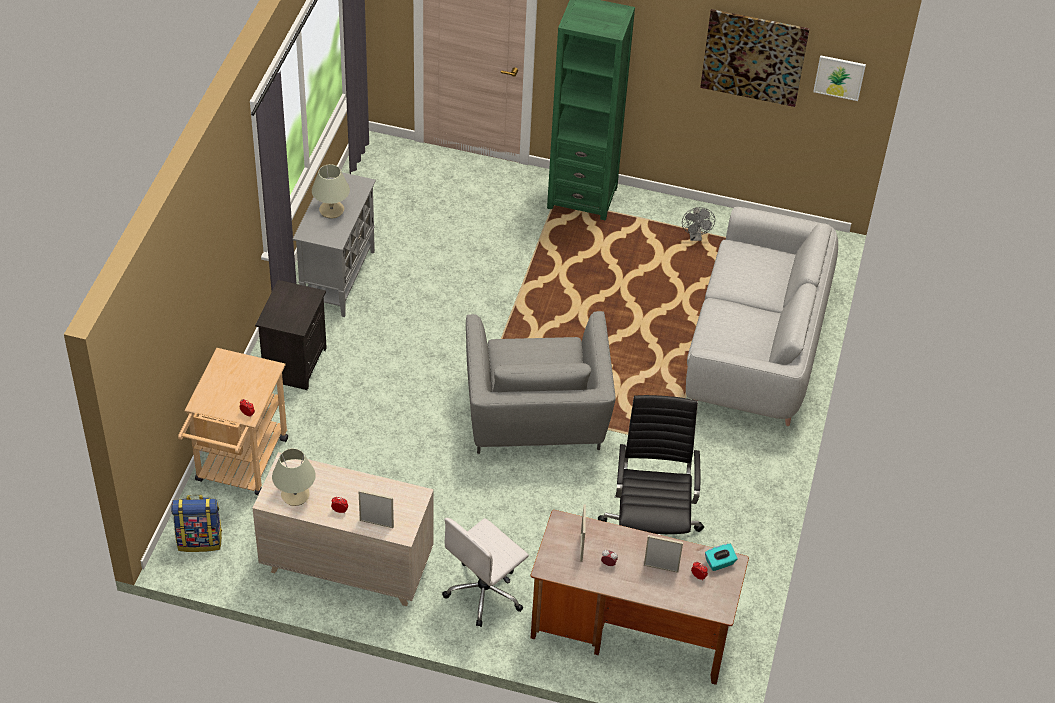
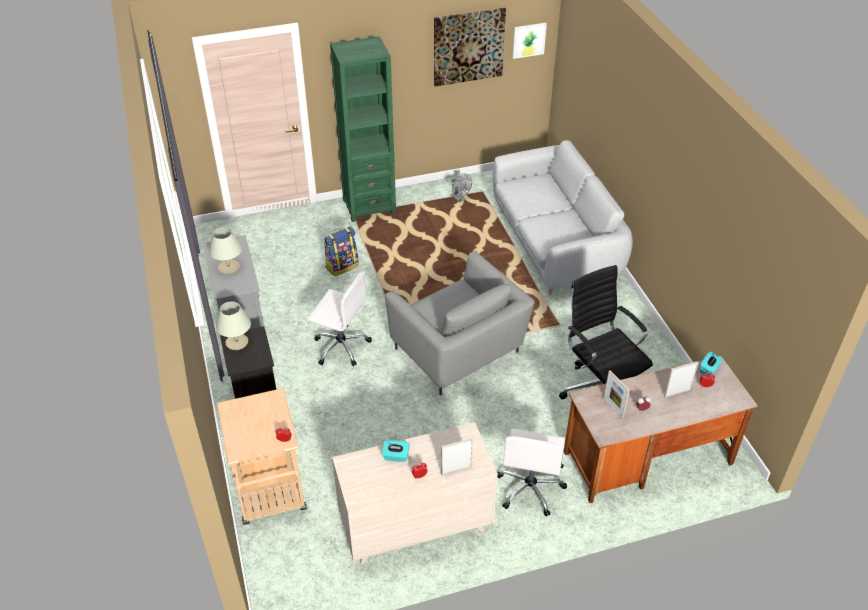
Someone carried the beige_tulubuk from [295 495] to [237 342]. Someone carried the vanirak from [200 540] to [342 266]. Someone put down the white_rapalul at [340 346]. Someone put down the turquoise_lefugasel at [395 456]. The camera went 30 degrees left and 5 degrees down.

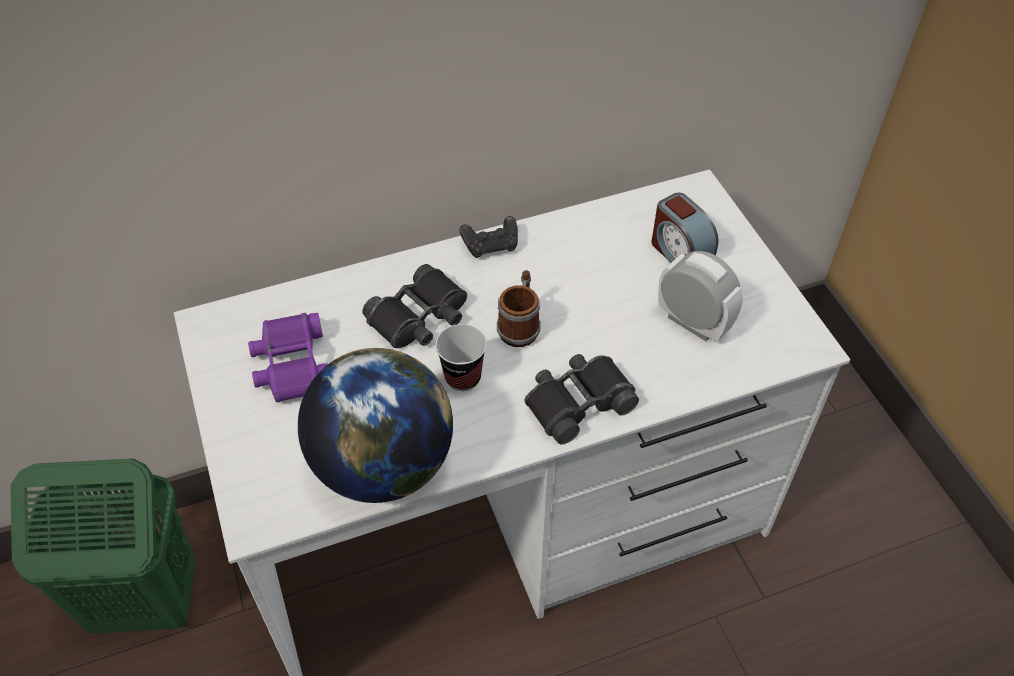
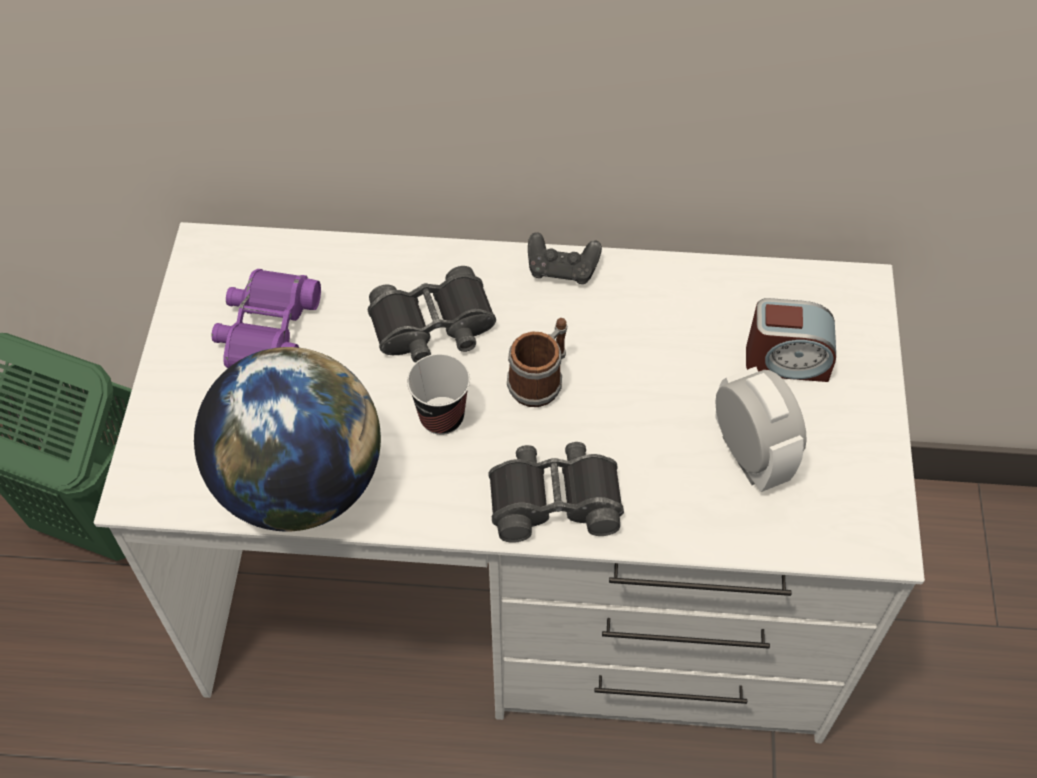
Someone rotated the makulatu at [680 253] by 75 degrees counterclockwise. The camera went 25 degrees right and 5 degrees up.

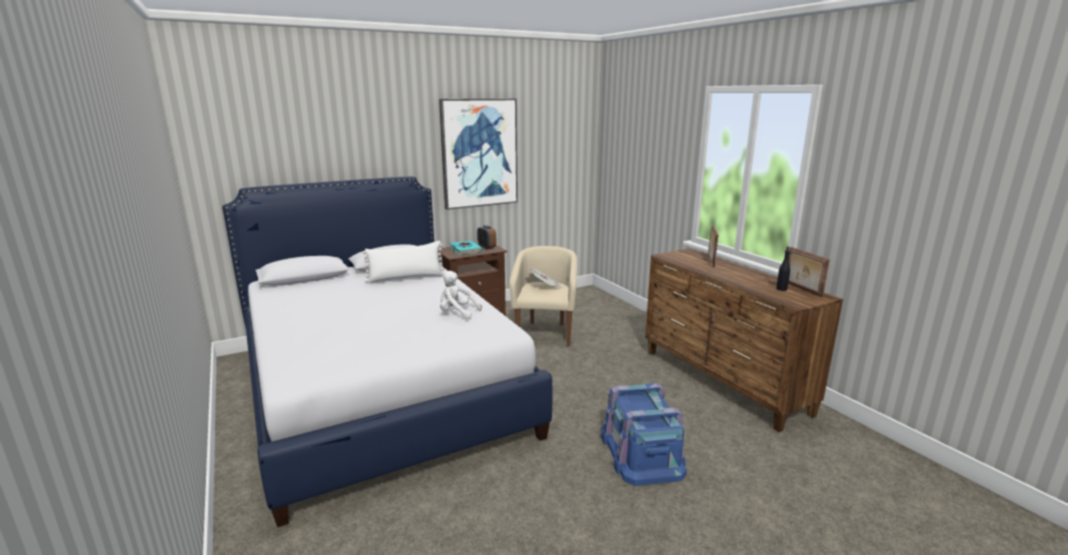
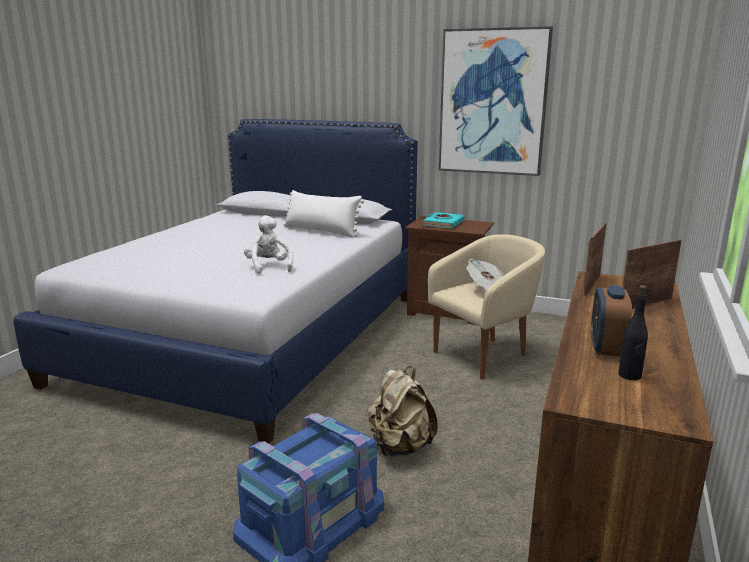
Someone carried the makulatu from [486 247] to [606 348]. Someone carried the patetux from [802 289] to [591 284]. Someone put down the beige_vanirak at [399 447]. The camera went 50 degrees right and 0 degrees up.

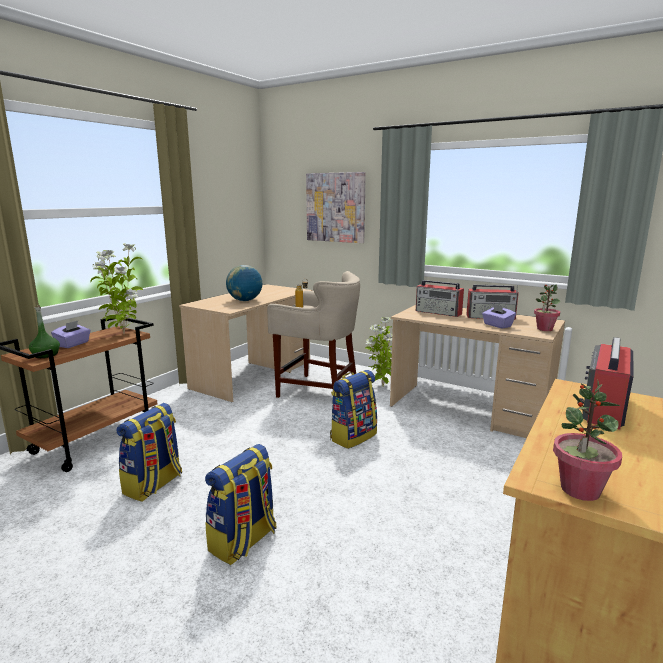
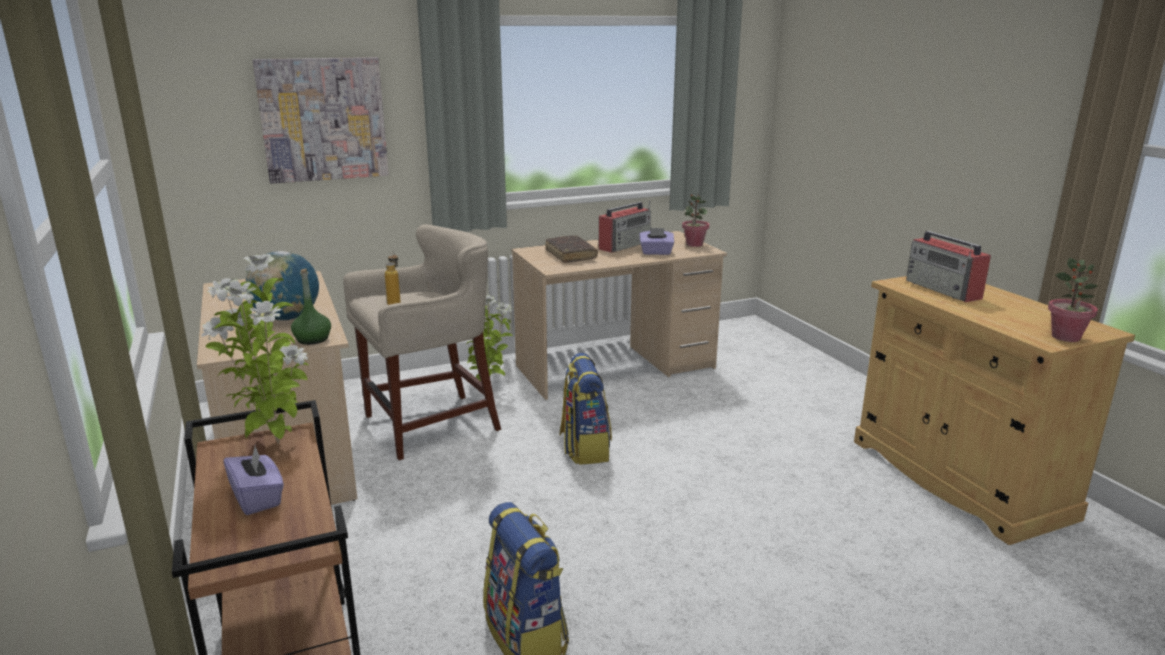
Someone swapped the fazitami at [439 312] for the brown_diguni at [571 255]. Someone carried the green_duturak from [45 355] to [312 339]. Someone took away the vanirak at [243 541]. The camera went 55 degrees left and 5 degrees up.

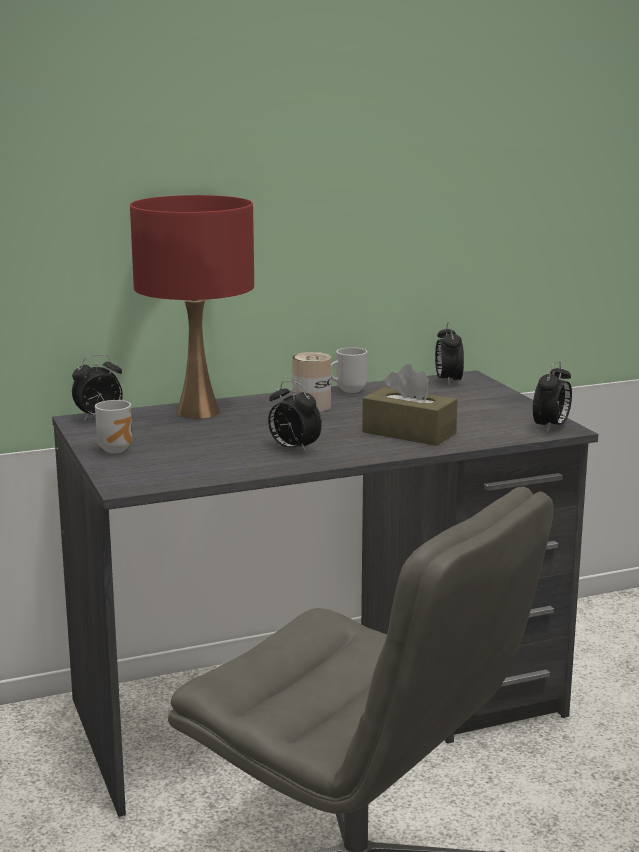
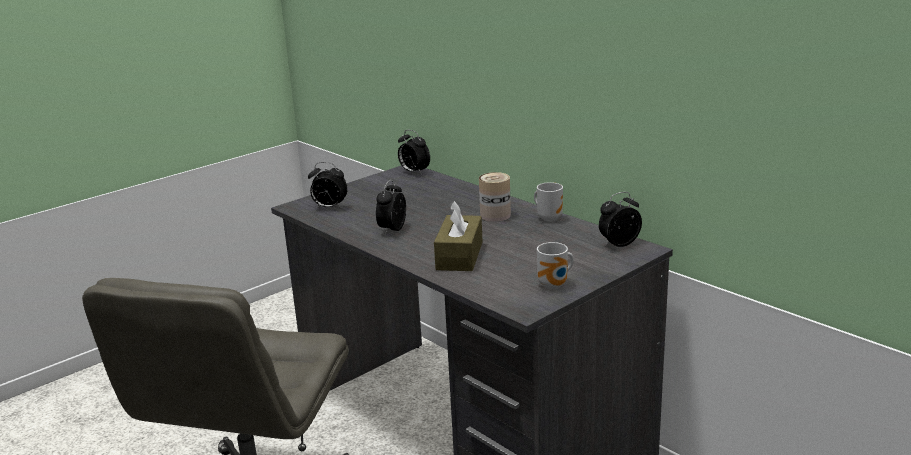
Someone took away the red_tulubuk at [198 411]. Someone carried the makulatu from [551 427] to [329 208]. Someone carried the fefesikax from [117 449] to [555 285]. The camera went 70 degrees right and 5 degrees up.

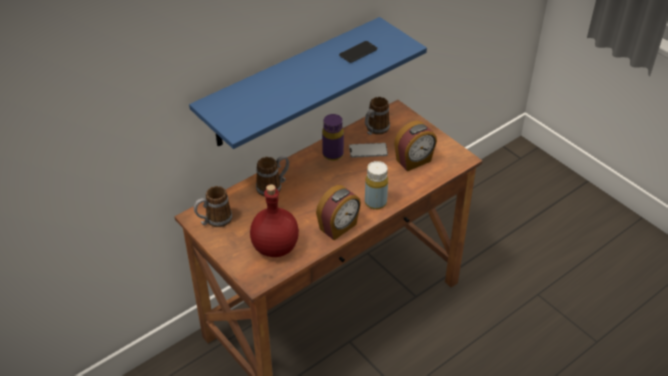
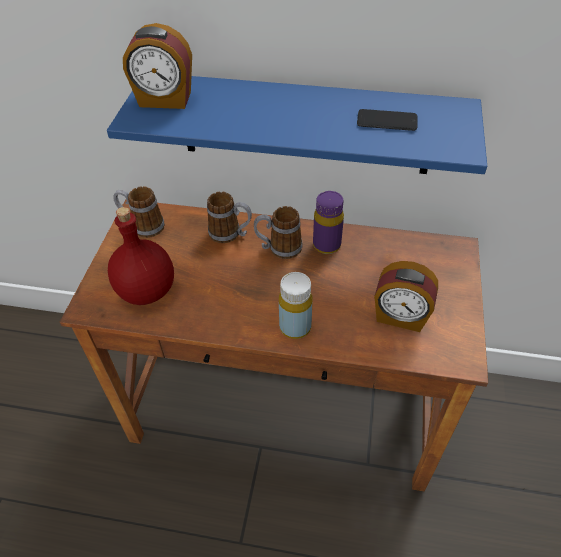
Someone carried the fefesikax from [375 130] to [279 248]. Someone took away the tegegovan at [368 151]. Someone carried the makulatu from [338 227] to [165 100]. The camera went 50 degrees right and 5 degrees up.

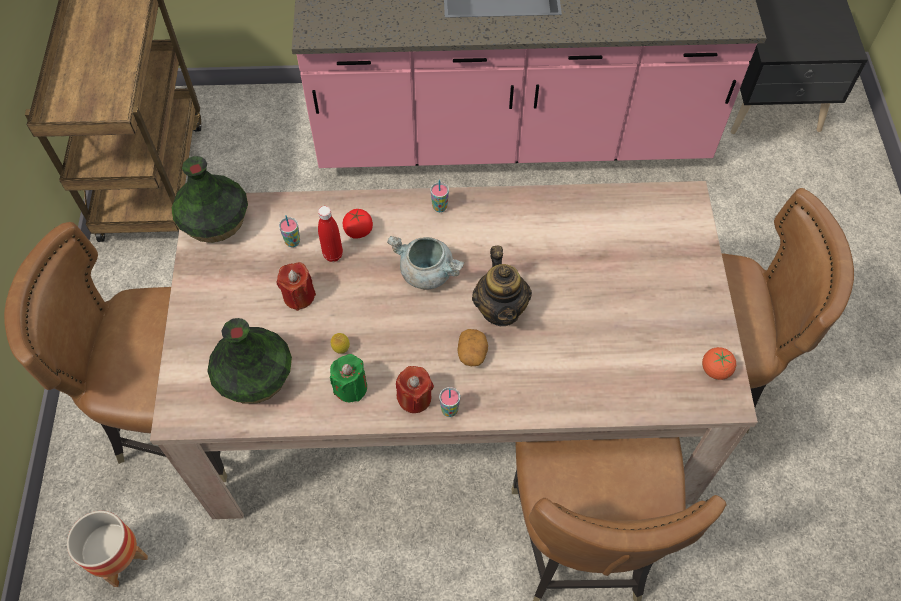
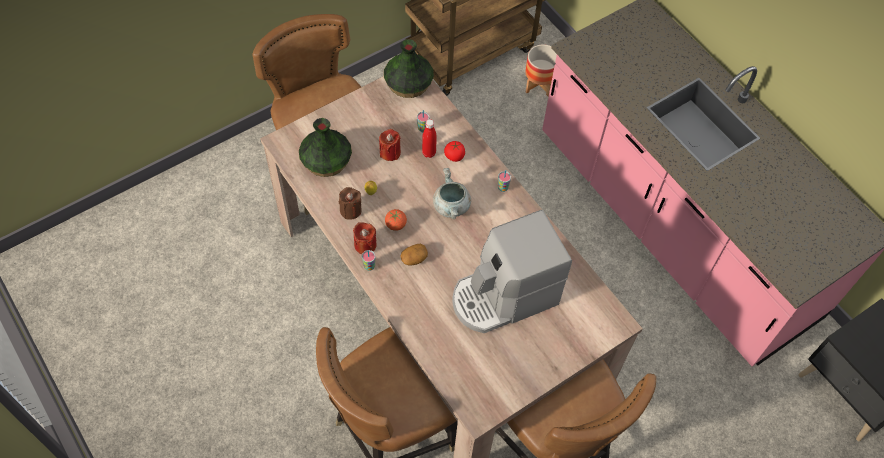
Someone took away the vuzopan at [501 309]. Someone carried the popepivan from [715 370] to [395 225]. Someone repainted the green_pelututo at [350 387], which became the brown_pelututo at [350 210]. Someone carried the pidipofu from [119 558] to [539 85]. Someone put down the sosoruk at [504 297]. The camera went 55 degrees right and 0 degrees up.

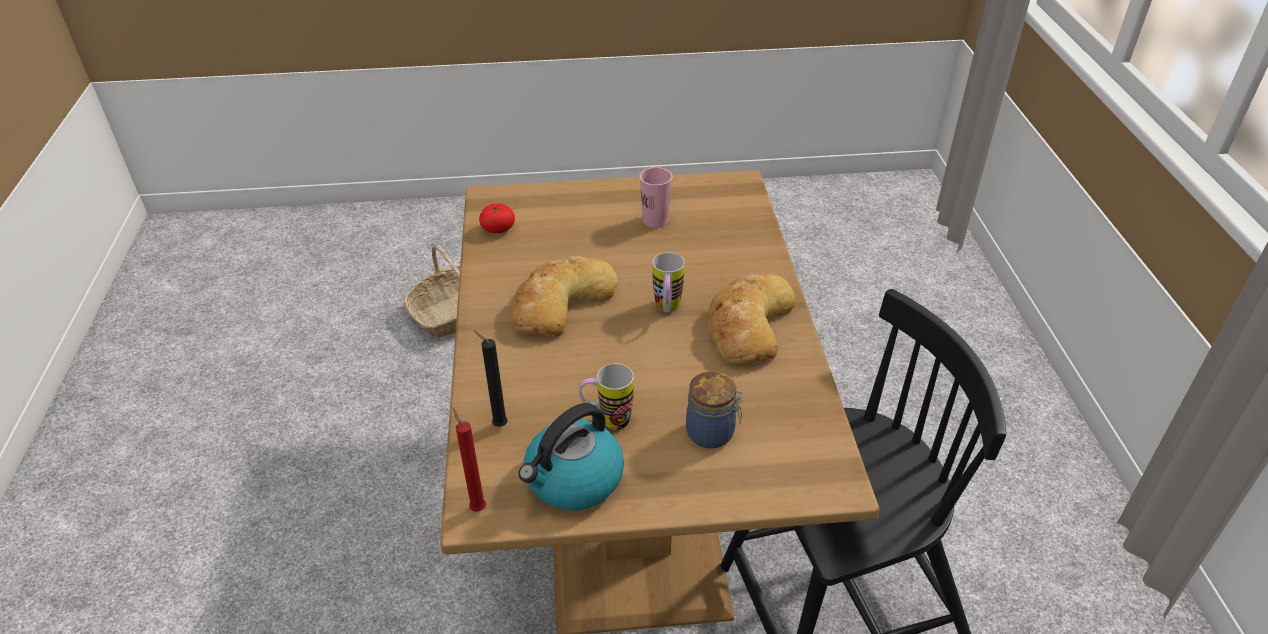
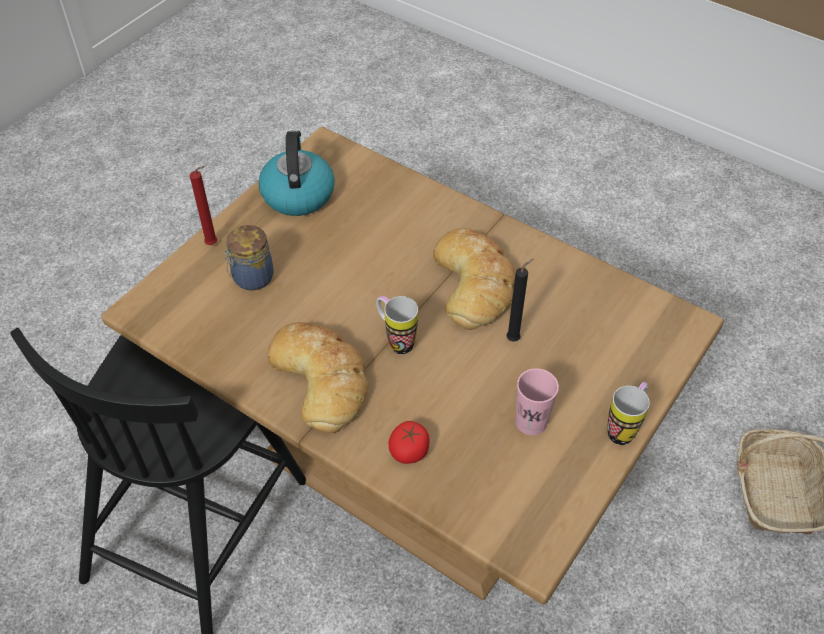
Someone carried the popepivan from [498 228] to [409 450]. Someone carried the black_pelututo from [498 424] to [515 338]. Someone carried the fefesikax from [607 420] to [624 428]. Someone carried the red_pelututo from [477 507] to [214 244]. The camera went 130 degrees right and 10 degrees up.

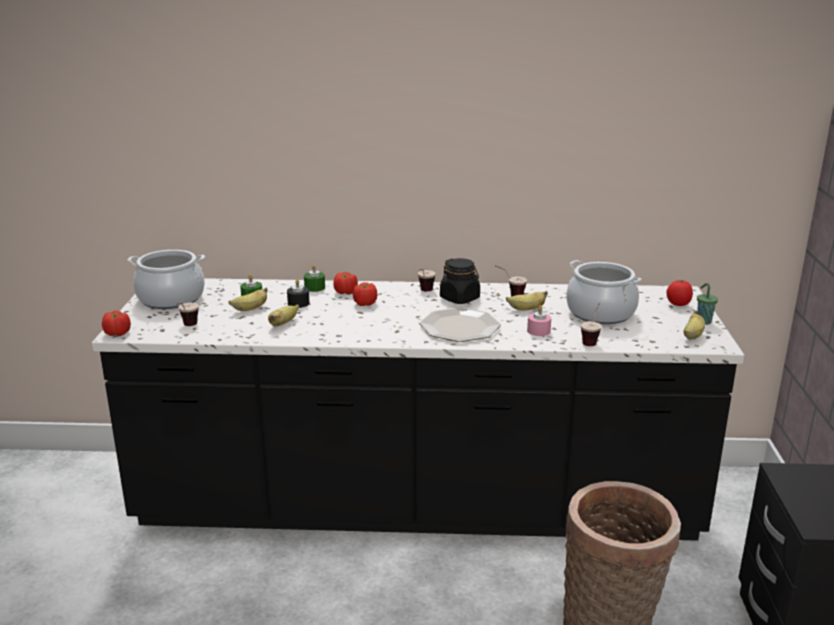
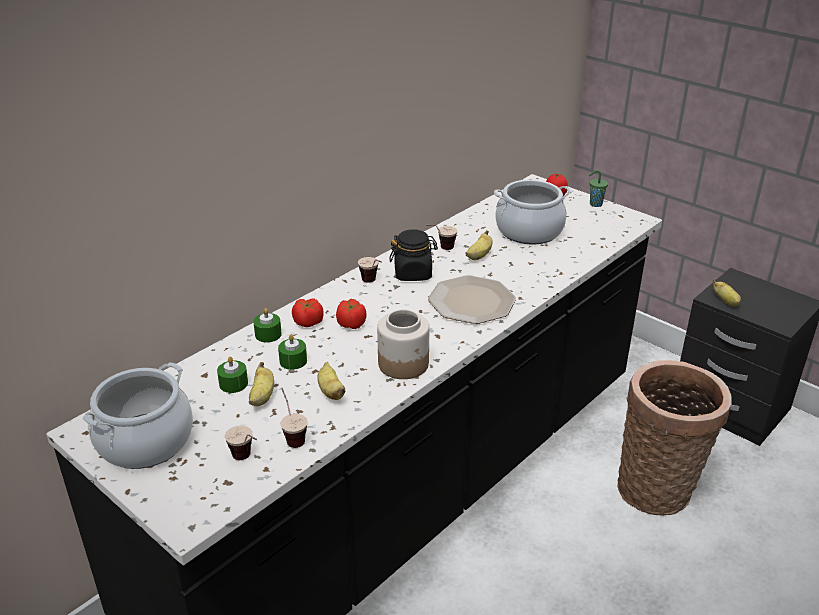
Someone repainted the black_pelututo at [298 303], which became the green_pelututo at [293 361]. Someone carried the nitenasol from [591 340] to [292 435]. Someone took away the pink_pelututo at [538 331]. Someone took away the popepivan at [117 333]. Someone carried the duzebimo from [692 336] to [726 301]. Someone put down the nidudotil at [404 364]. The camera went 50 degrees left and 10 degrees up.

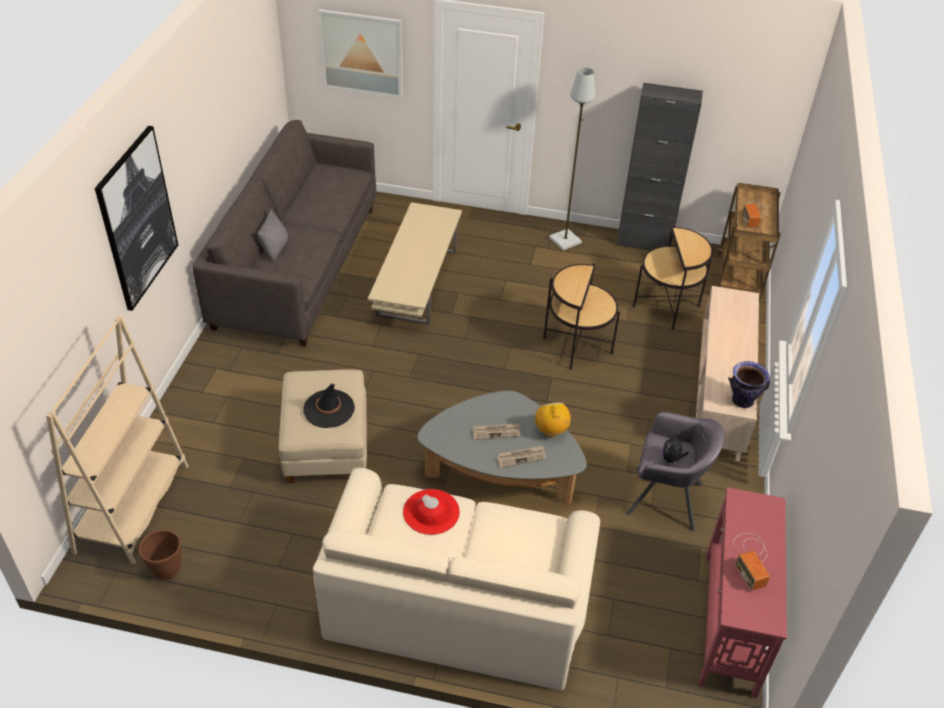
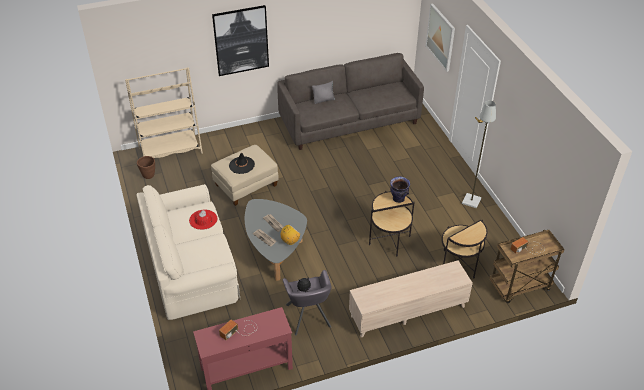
Someone took away the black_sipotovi at [643 242]. Someone took away the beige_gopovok at [417 282]. Someone carried the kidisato from [742 401] to [398 199]. The camera went 60 degrees right and 0 degrees up.

